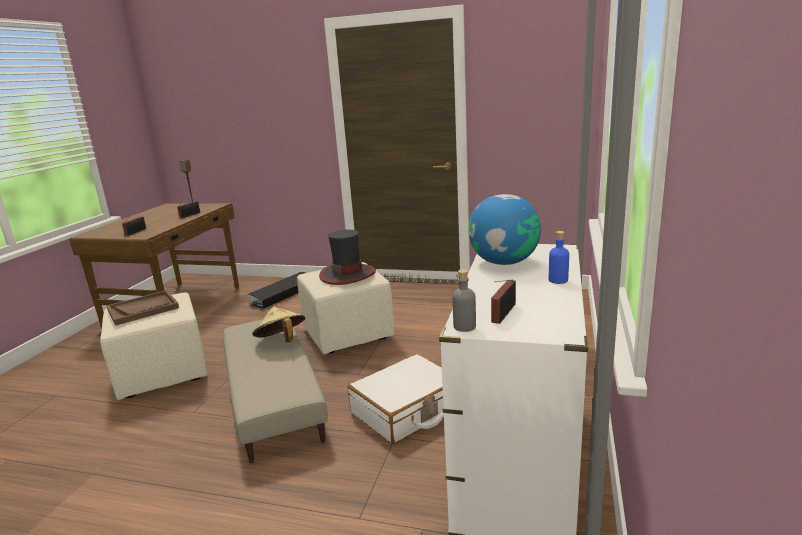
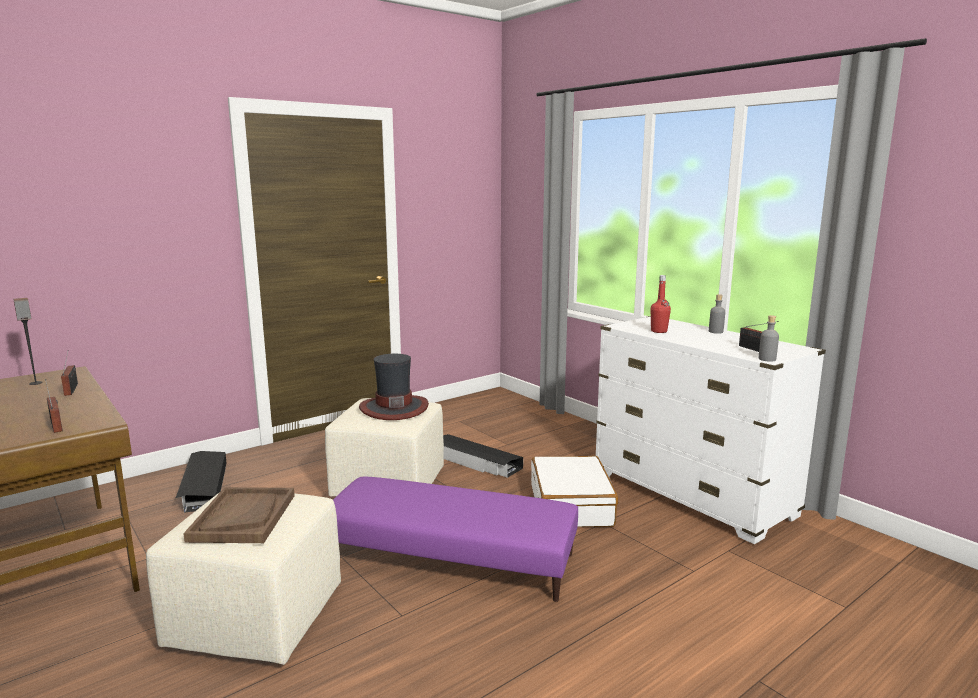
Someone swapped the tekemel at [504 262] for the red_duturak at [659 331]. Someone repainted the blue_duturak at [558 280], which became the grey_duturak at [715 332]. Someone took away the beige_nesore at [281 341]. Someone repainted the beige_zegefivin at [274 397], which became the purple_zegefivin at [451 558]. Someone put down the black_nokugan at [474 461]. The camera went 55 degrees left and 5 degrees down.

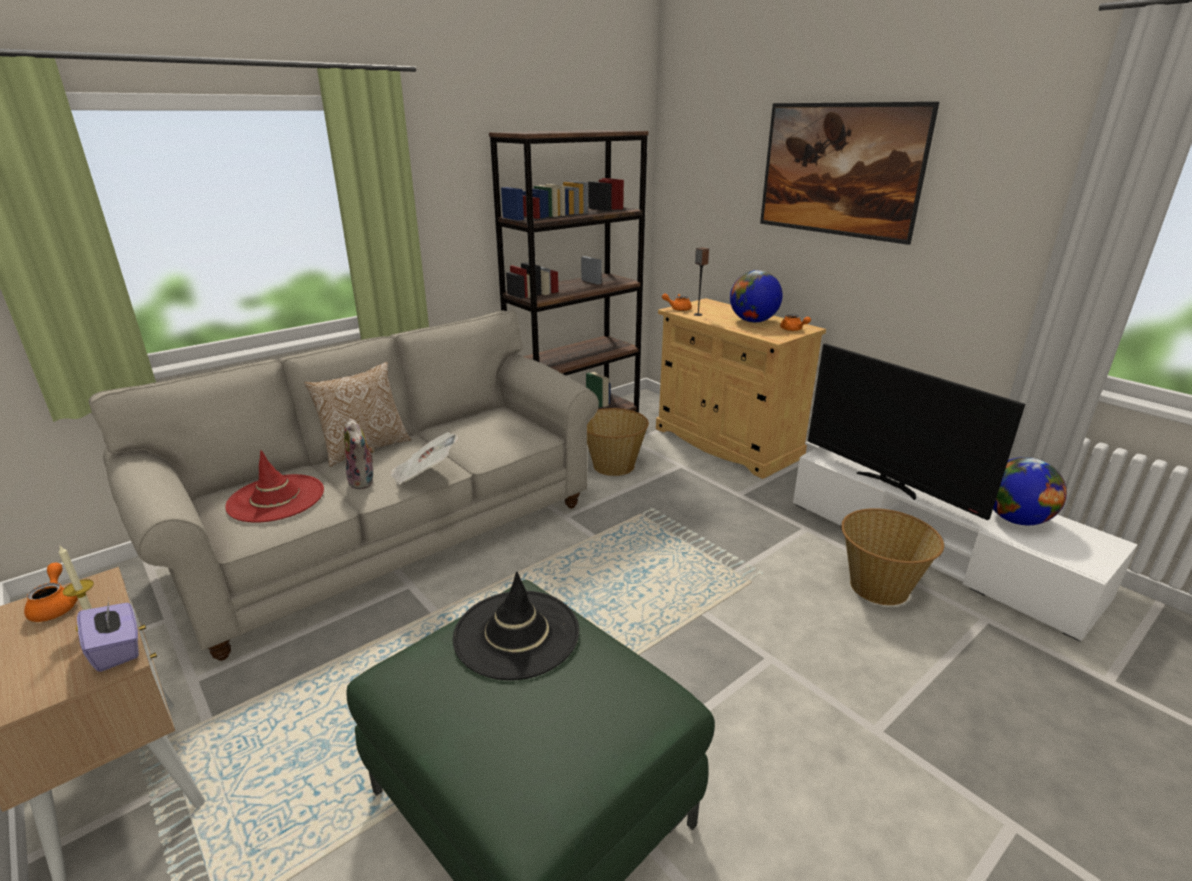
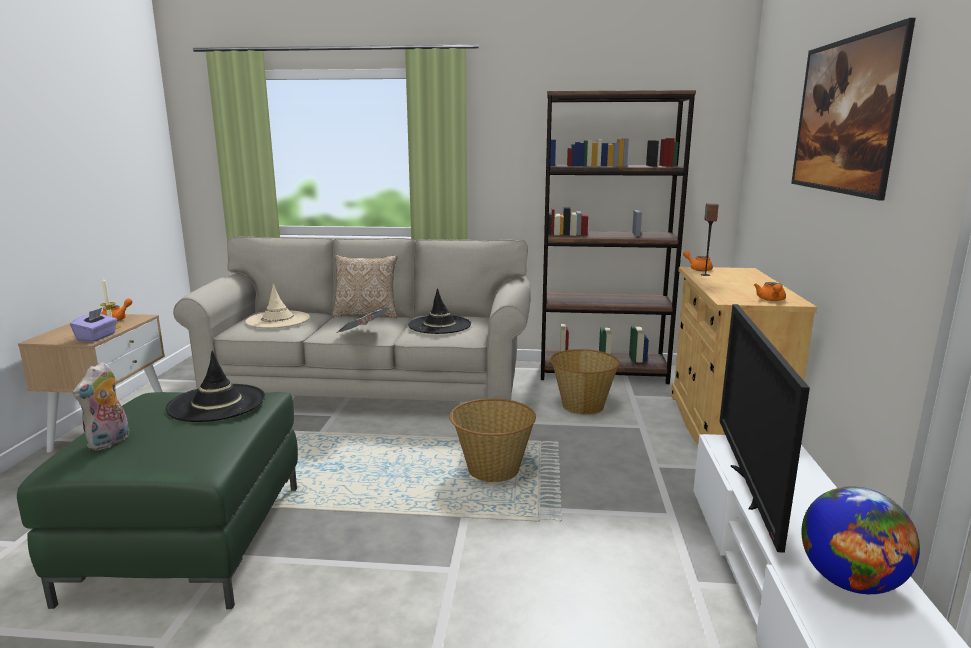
Someone took away the tekemel at [753 321]. Someone carried the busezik from [364 481] to [109 443]. Someone repainted the red_nesore at [276 498], which became the beige_nesore at [278 320]. Someone carried the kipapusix from [878 587] to [492 470]. Someone put down the black_nesore at [440 325]. The camera went 45 degrees right and 10 degrees down.

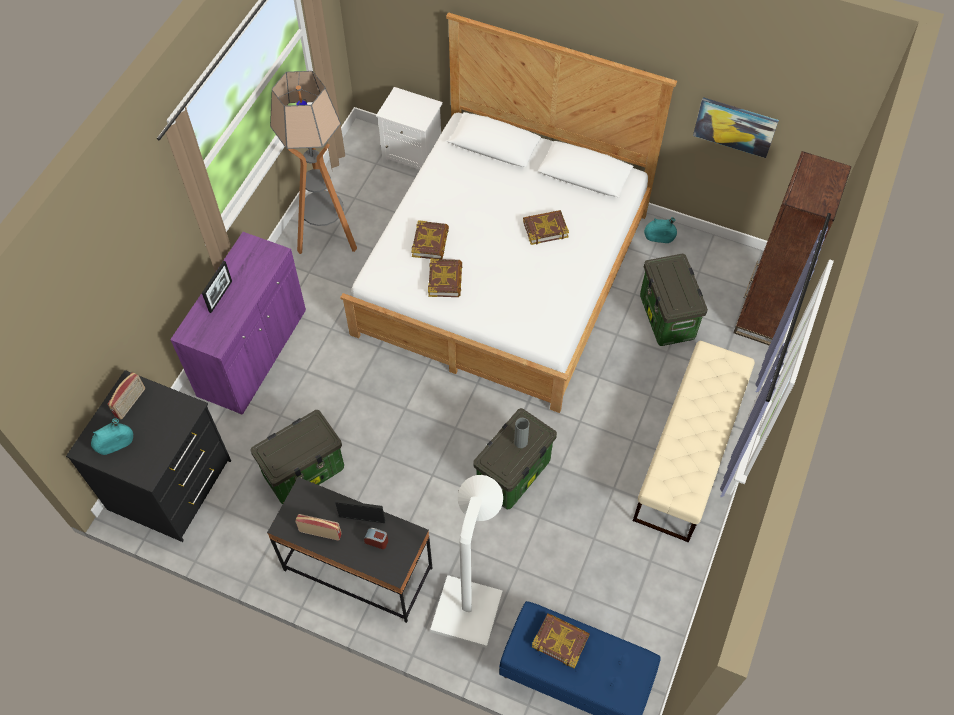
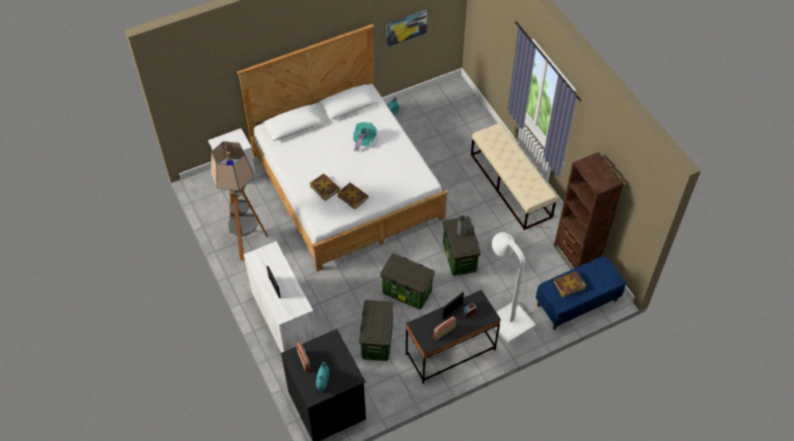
Someone carried the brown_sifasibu from [762 315] to [576 255]. Someone swapped the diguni at [545 229] for the turquoise_nesore at [363 140]. Someone repainted the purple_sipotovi at [253 353], which became the white_sipotovi at [284 320]. Someone carried the nokugan from [667 318] to [408 292]. The camera went 50 degrees left and 5 degrees down.

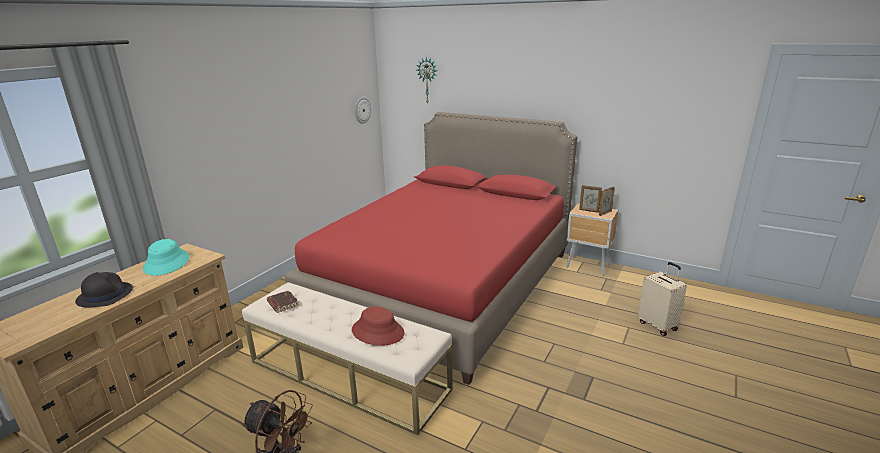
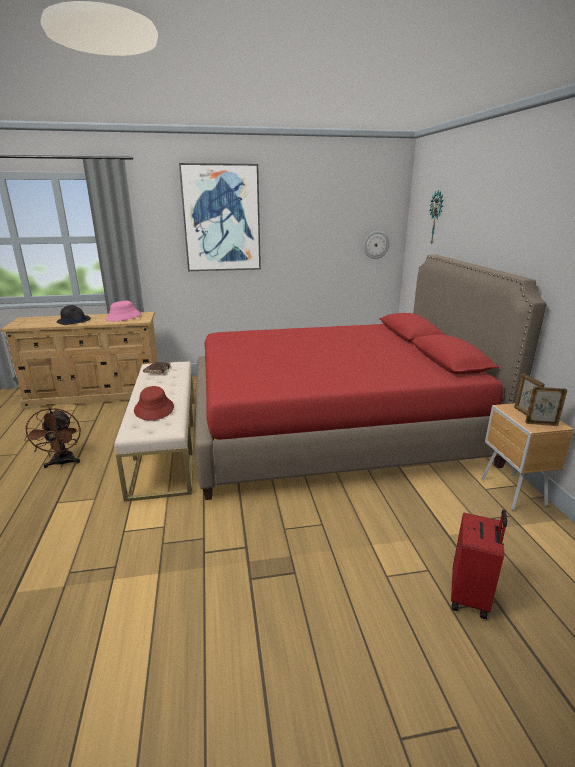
Someone repainted the turquoise_nesore at [167 263], which became the pink_nesore at [123 317]. Someone repainted the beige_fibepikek at [658 325], which became the red_fibepikek at [470 596]. Someone put up the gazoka at [221 219]. The camera went 50 degrees right and 0 degrees up.

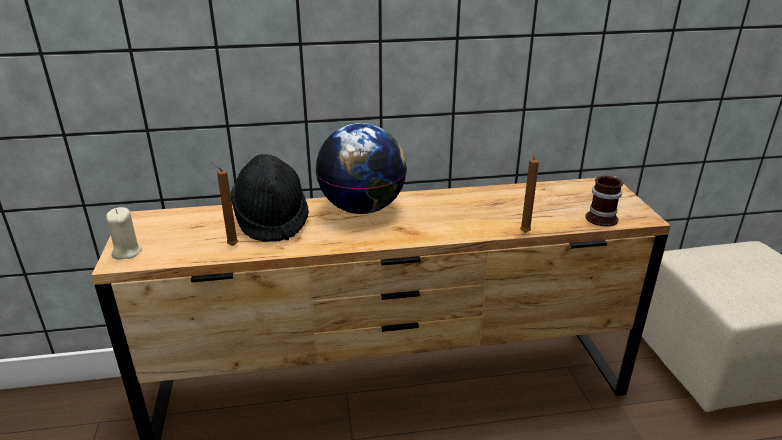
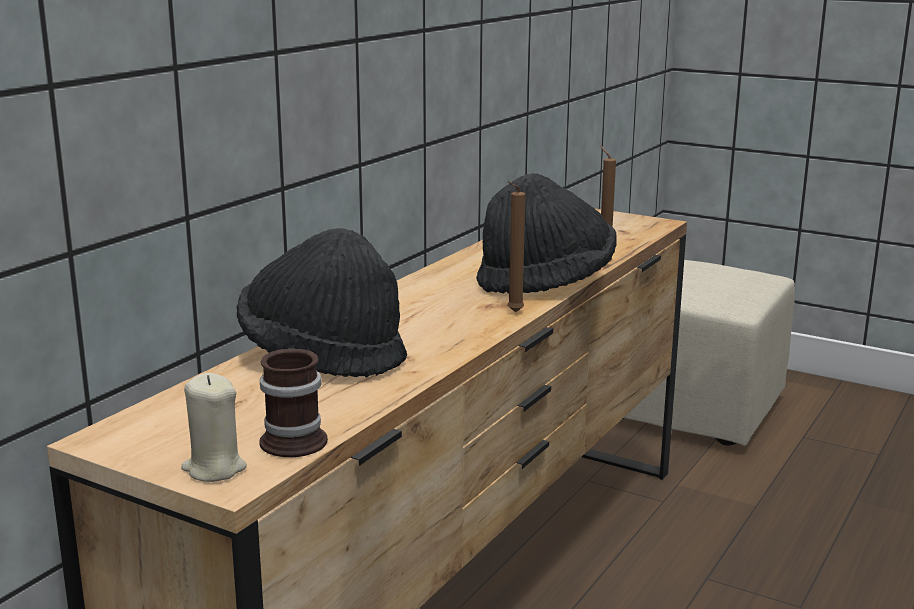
Someone took away the tekemel at [362 208]. Someone carried the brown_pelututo from [231 245] to [513 313]. Someone carried the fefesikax from [603 217] to [293 438]. Someone put down the black_nesore at [546 283]. The camera went 50 degrees left and 10 degrees down.

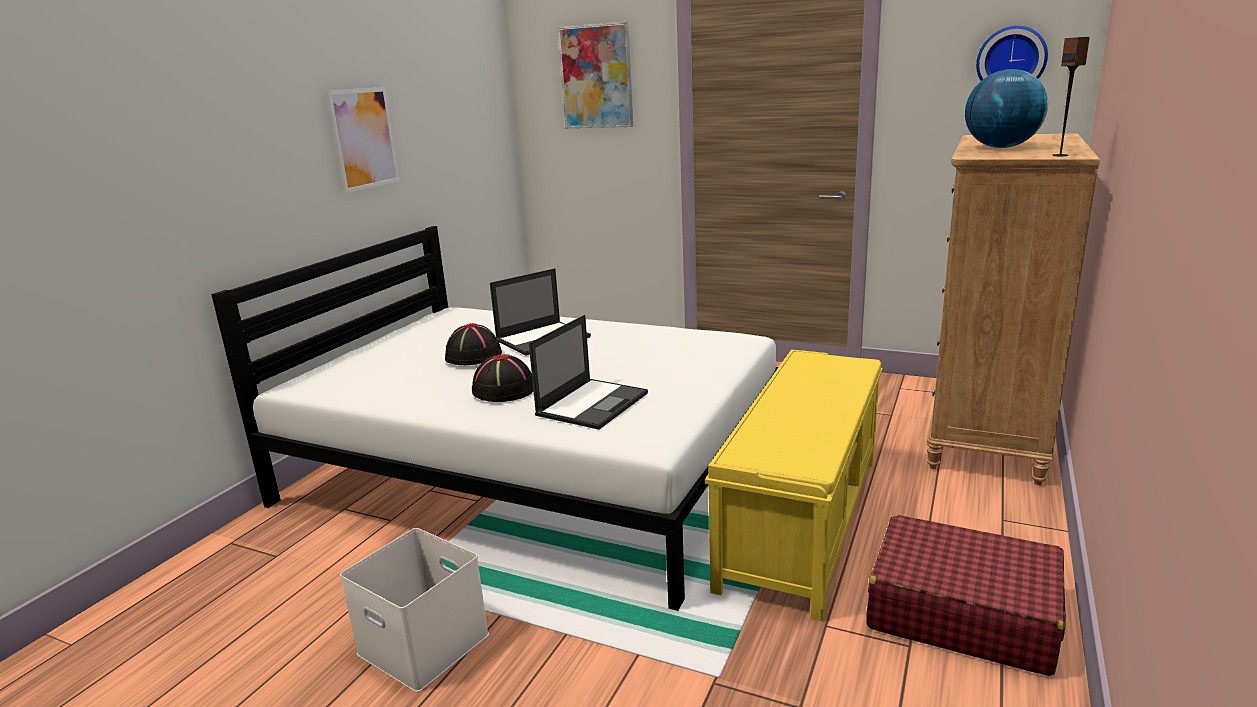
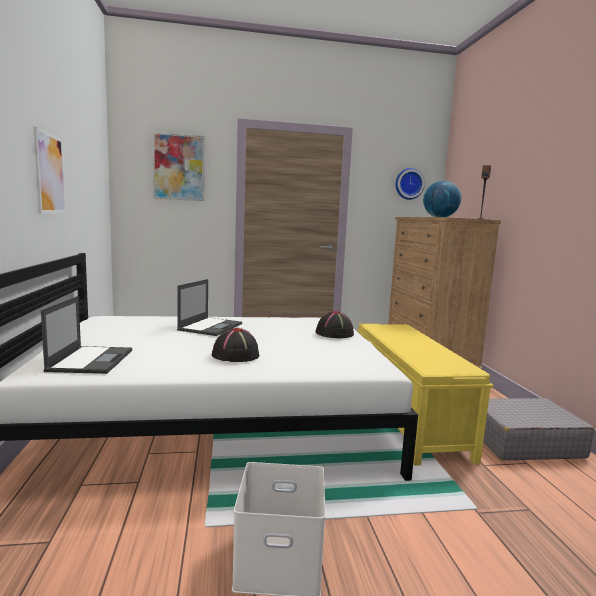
Someone carried the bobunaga from [593 403] to [91 360]. Someone carried the black_nesore from [473 356] to [334 334]. Someone repainted the red_fibepikek at [961 612], which became the grey_fibepikek at [522 442]. The camera went 35 degrees left and 10 degrees down.

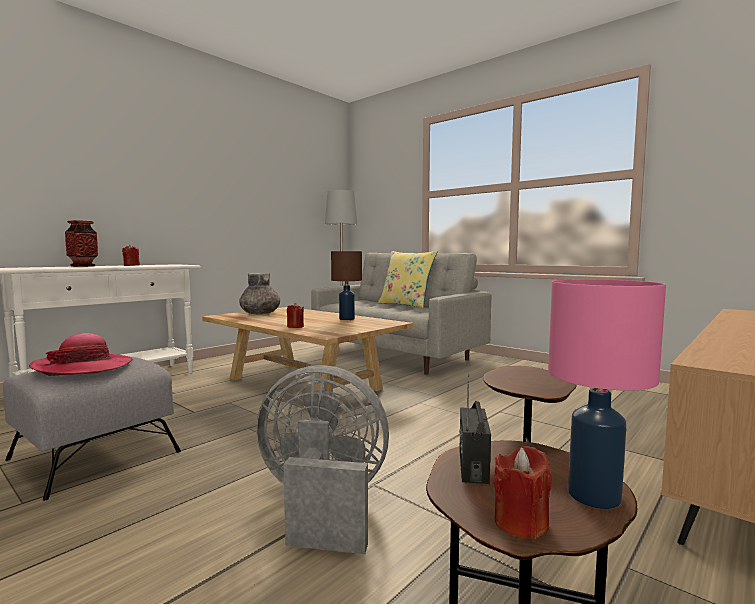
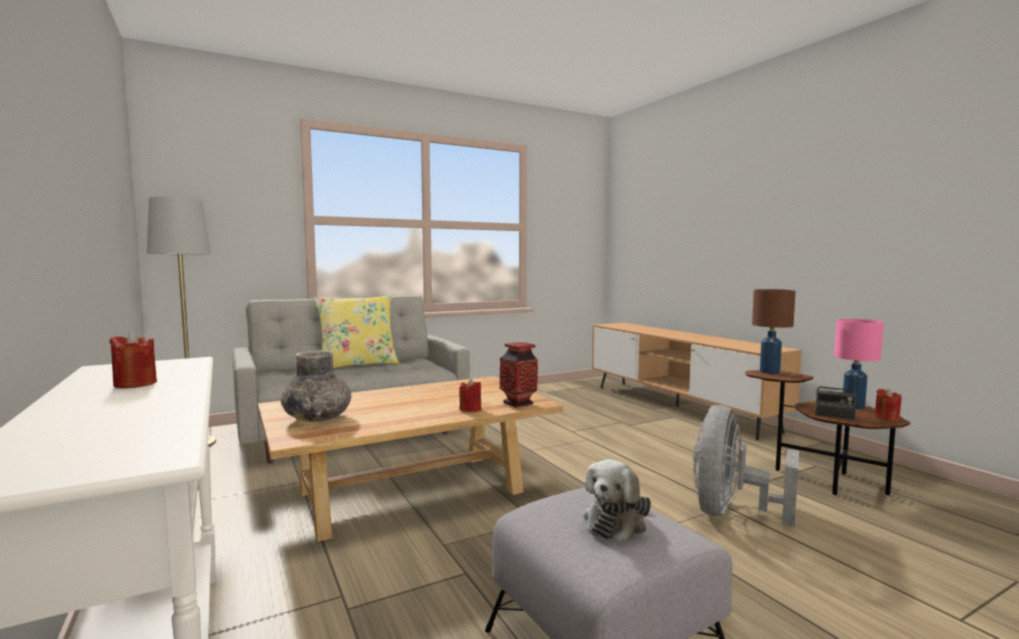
Someone carried the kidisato from [83 266] to [518 403]. Someone carried the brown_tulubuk from [347 319] to [769 372]. Someone swapped the nesore at [83 367] for the busezik at [616 521]. The camera went 70 degrees left and 0 degrees up.

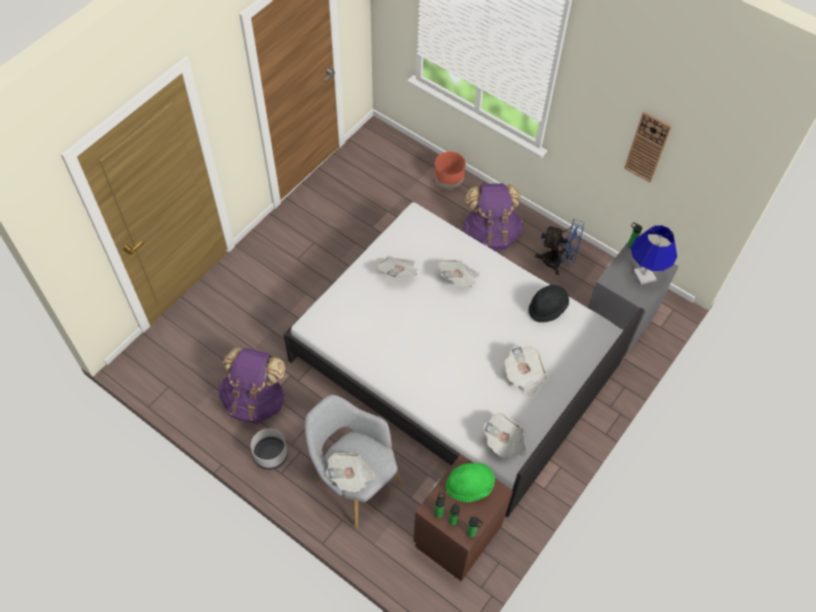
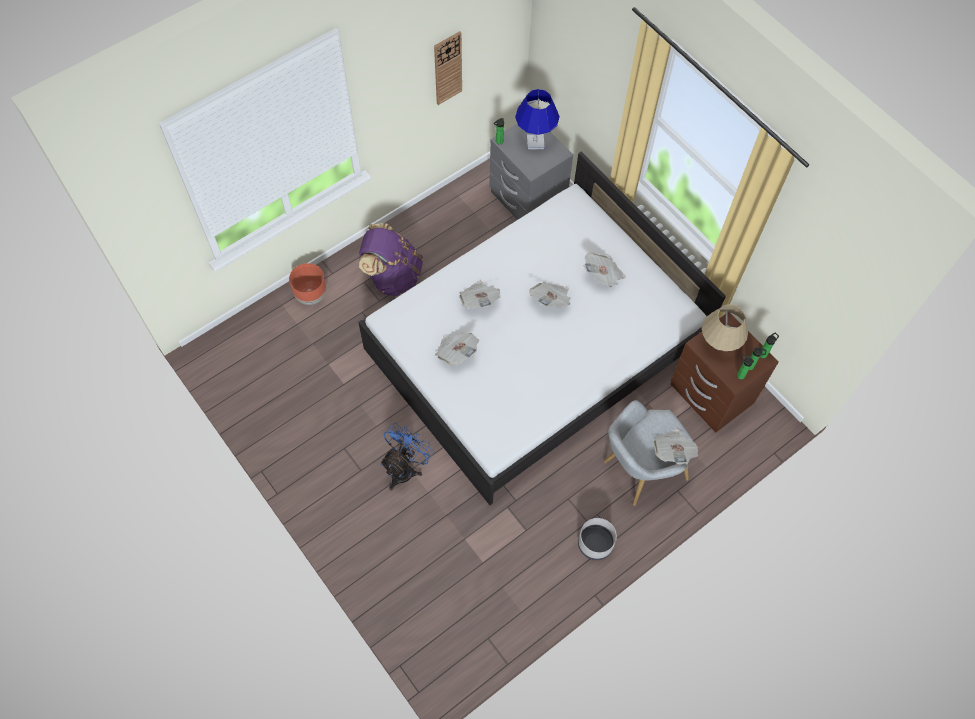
Someone carried the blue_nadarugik from [557 262] to [405 468]. Someone took away the black_nesore at [547 308]. Someone took away the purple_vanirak at [255 400]. Someone carried the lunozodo from [505 442] to [551 300]. Someone swapped the green_nesore at [469 486] for the beige_tulubuk at [718 344]. The camera went 75 degrees left and 5 degrees up.

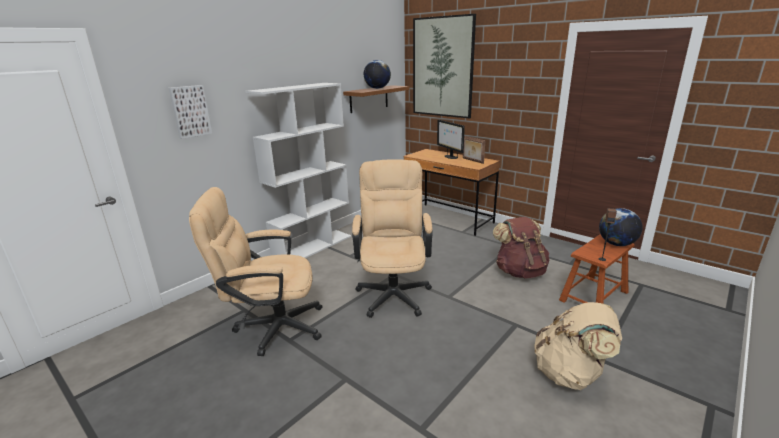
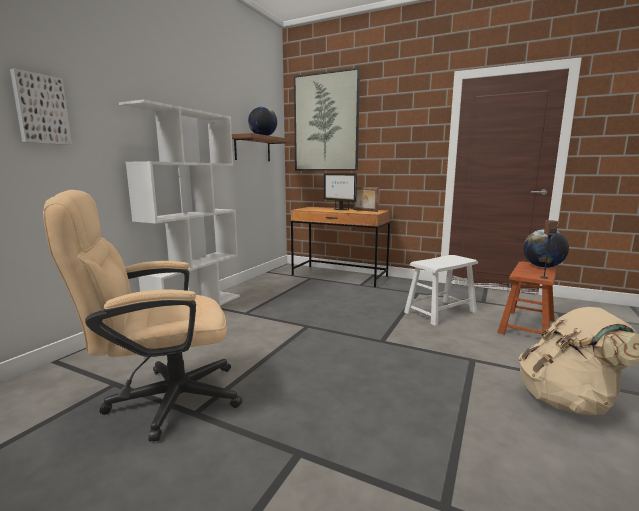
Someone took away the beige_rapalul at [393 291]. Someone swapped the brown_vanirak at [519 271] for the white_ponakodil at [440 312]. The camera went 15 degrees left and 10 degrees down.

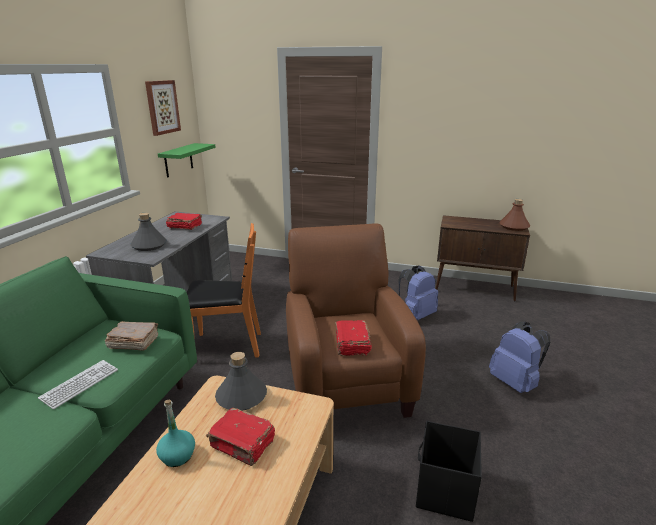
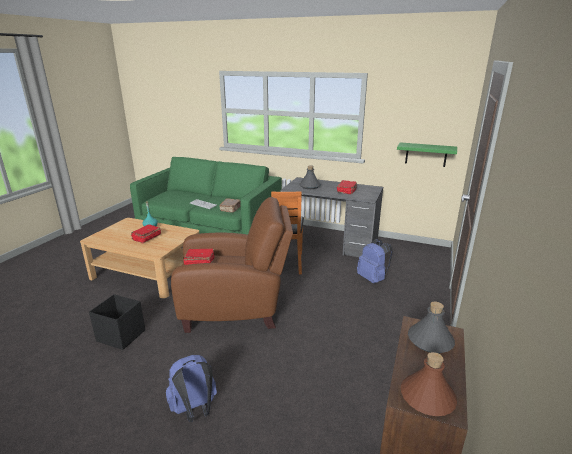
Someone took away the gazoka at [162 107]. Someone carried the blue_vanirak from [416 315] to [373 279]. Someone carried the grey_duturak from [241 396] to [430 341]. The camera went 95 degrees right and 0 degrees up.

